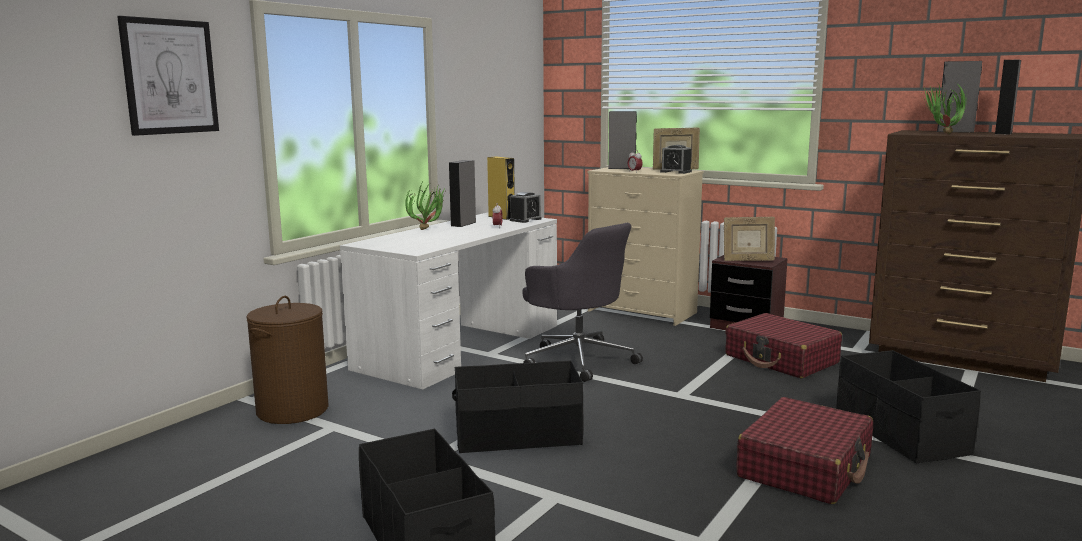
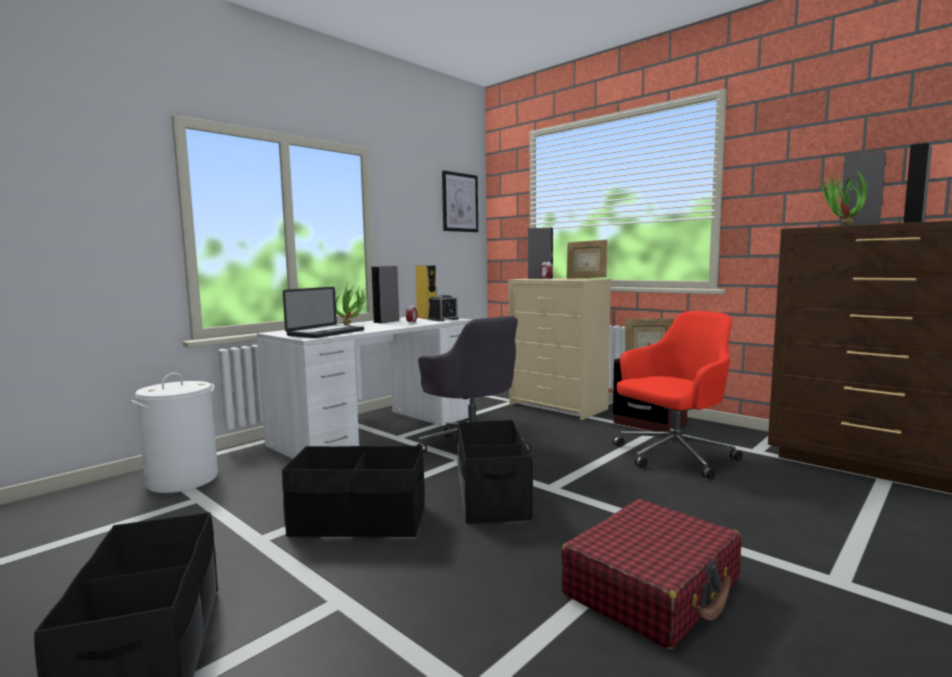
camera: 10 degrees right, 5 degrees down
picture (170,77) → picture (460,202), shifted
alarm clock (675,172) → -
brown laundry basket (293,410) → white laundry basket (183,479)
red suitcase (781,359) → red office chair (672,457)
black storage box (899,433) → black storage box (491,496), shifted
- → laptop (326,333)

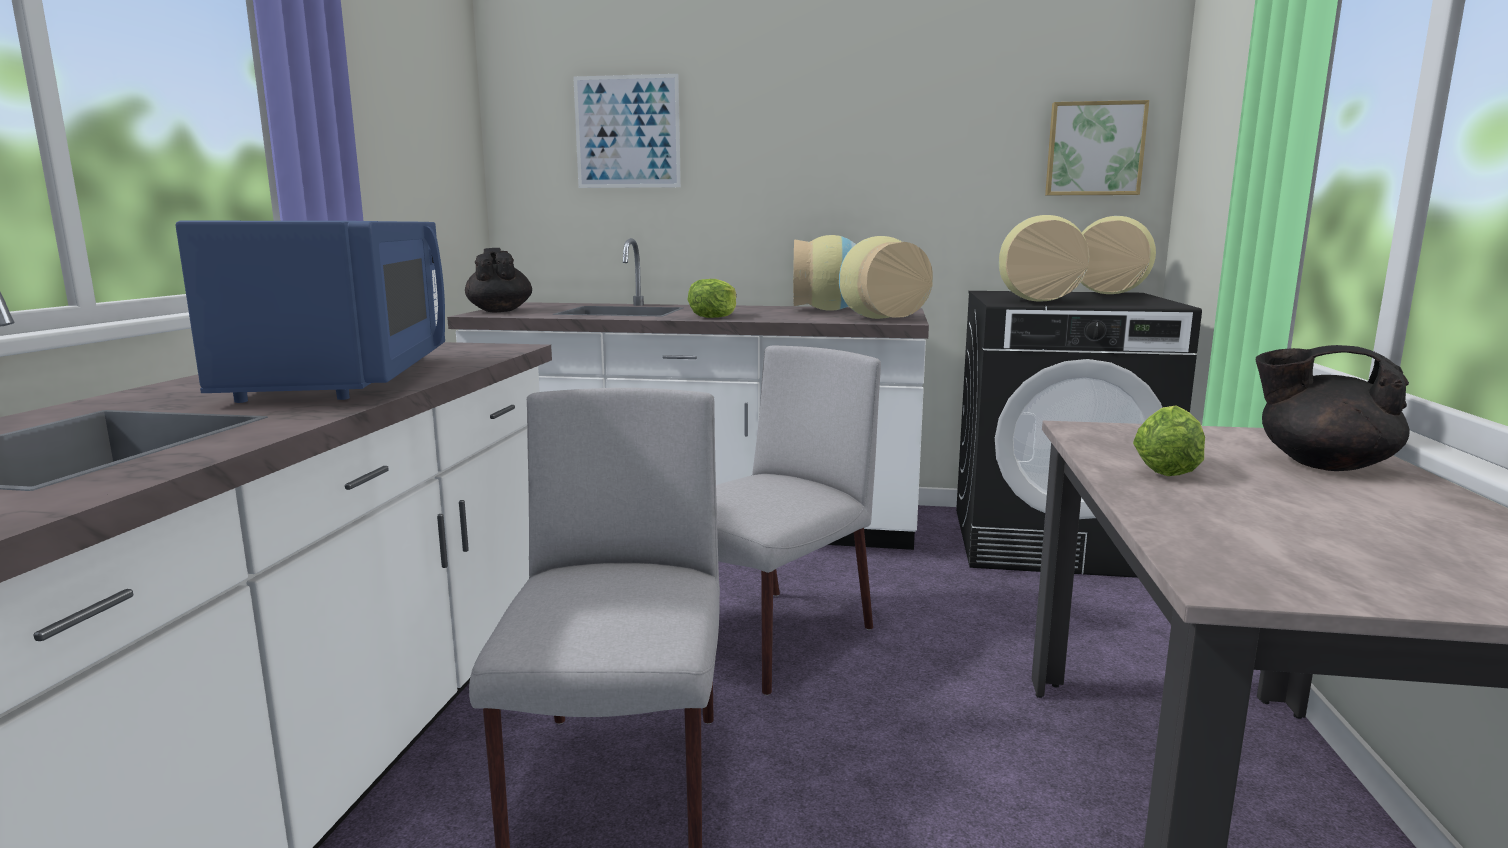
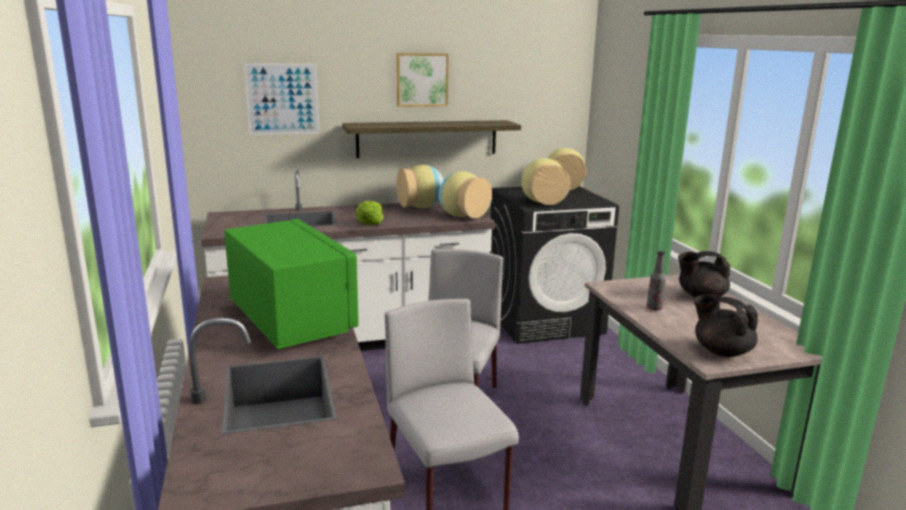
camera: 25 degrees left, 5 degrees up
picture (1094,149) → picture (422,79), shifted
blue microwave (344,379) → green microwave (291,319)
black teapot (500,311) → black teapot (721,351), shifted
lettuce (1166,469) → bottle (654,308)
- → shelf (427,138)

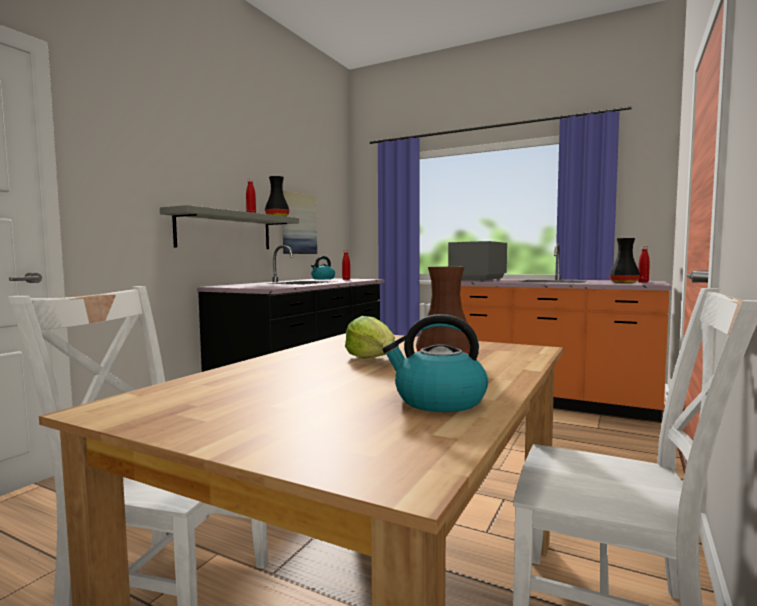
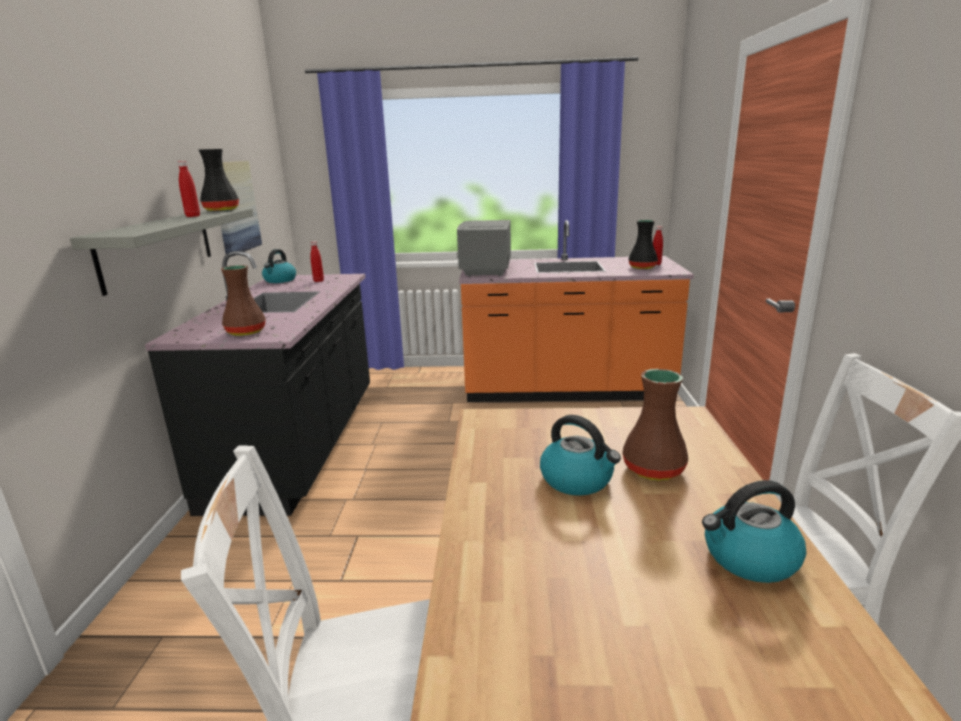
camera: 25 degrees left, 15 degrees up
lettuce (372,359) → kettle (577,480)
- → brown vase (246,332)

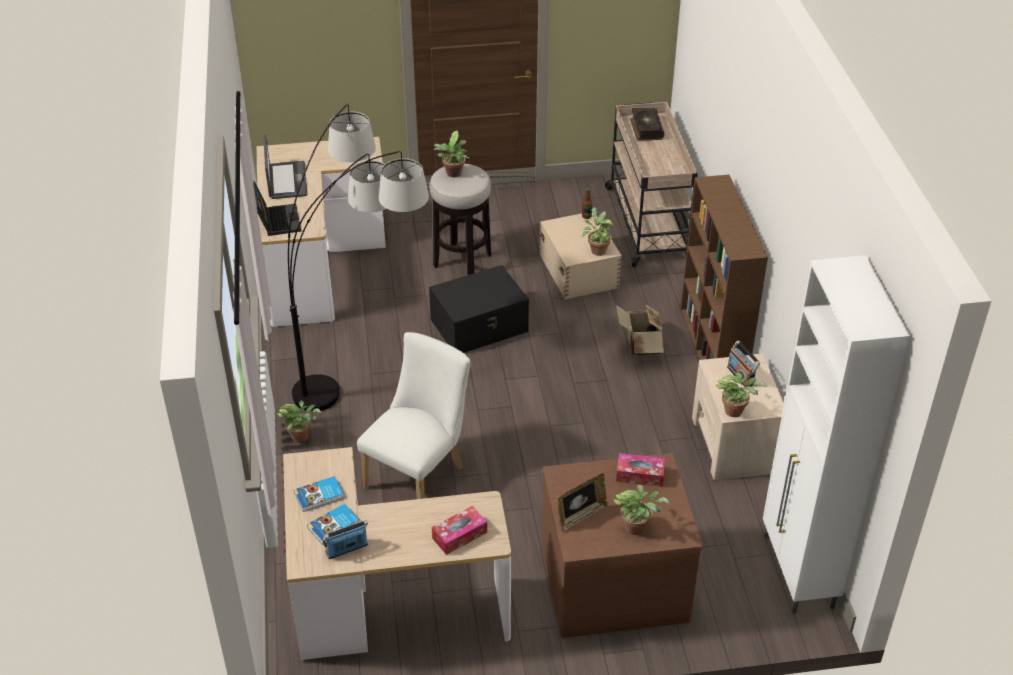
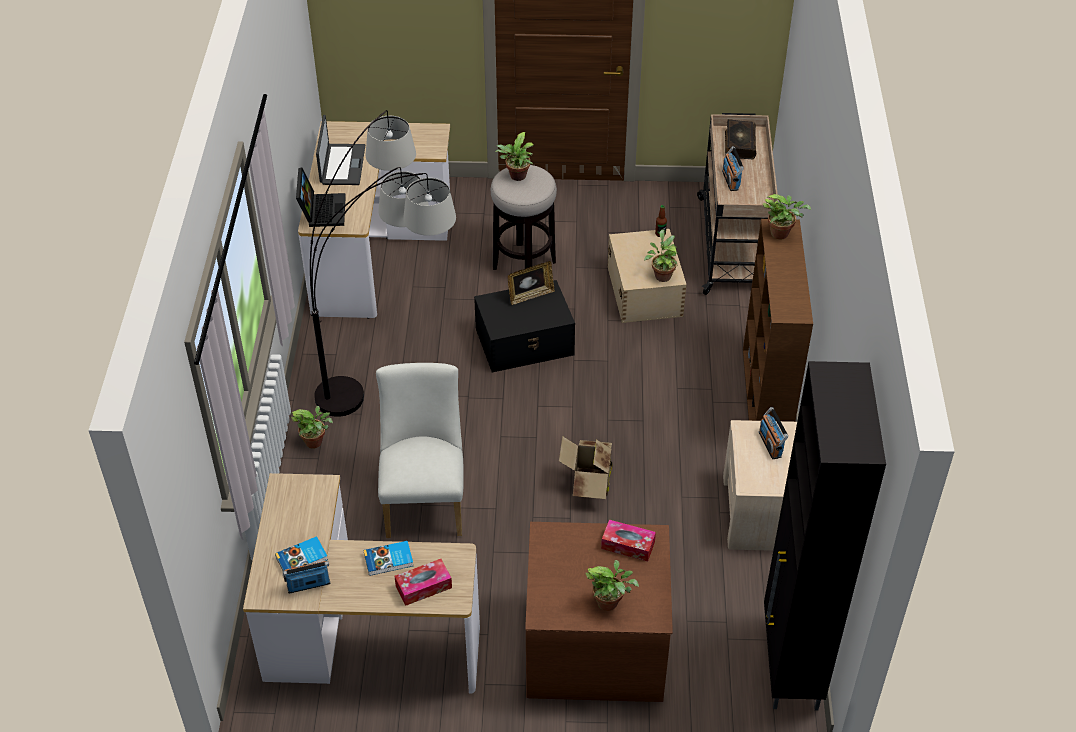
camera: 10 degrees right, 5 degrees up
white cabinet (798,573) → black cabinet (790,665)
cardboard box (640,347) → cardboard box (588,483), shifted
white chair (419,474) → white chair (425,499), 45 degrees counterclockwise
potted plant (736,411) → potted plant (782,234), shifted
picture frame (581,516) → picture frame (530,295), shifted
book (319,496) → book (389,560), shifted
- → radio (730,180)

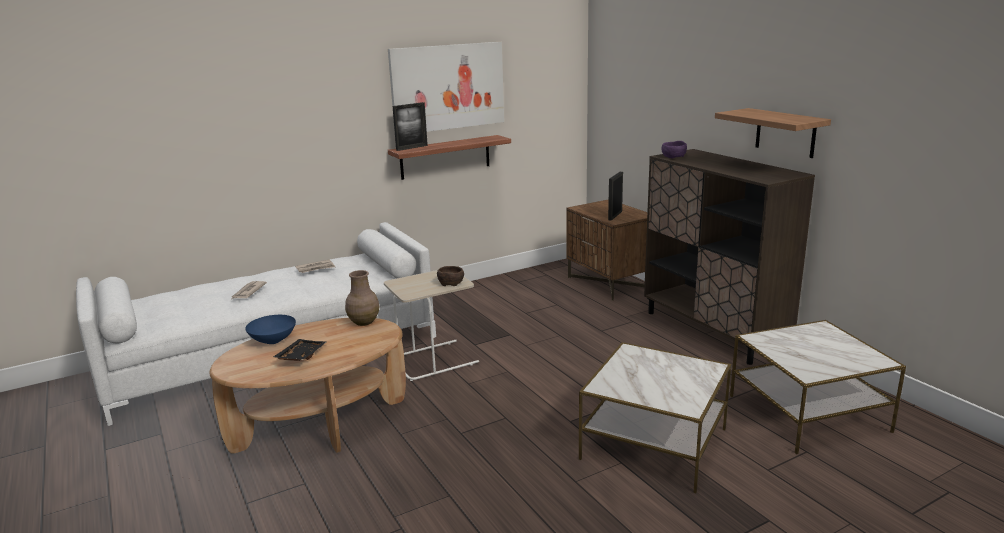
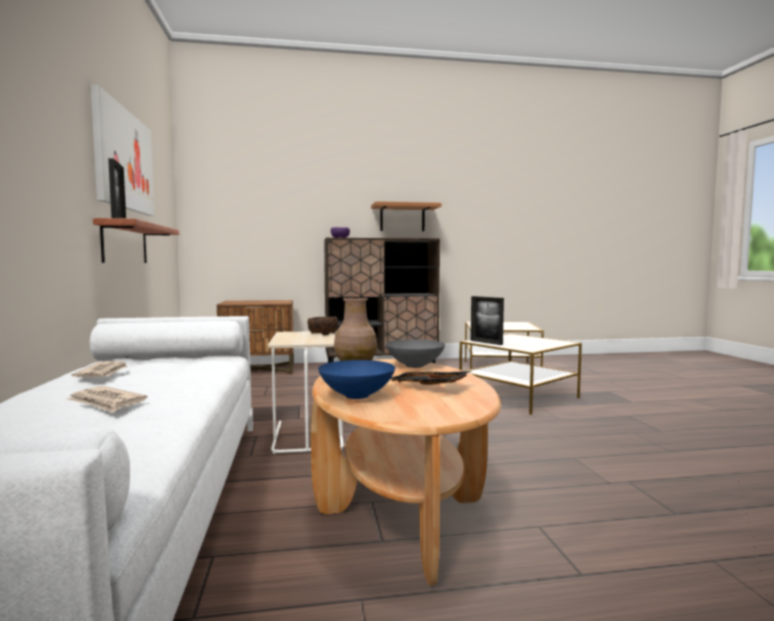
camera: 70 degrees left, 15 degrees down
picture frame (615,215) → picture frame (486,342), shifted
- → grey bowl (415,365)

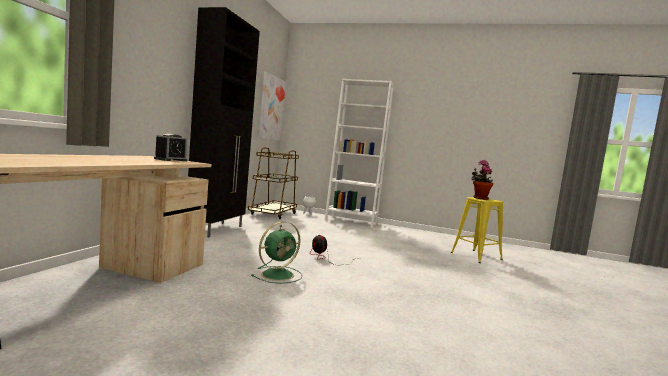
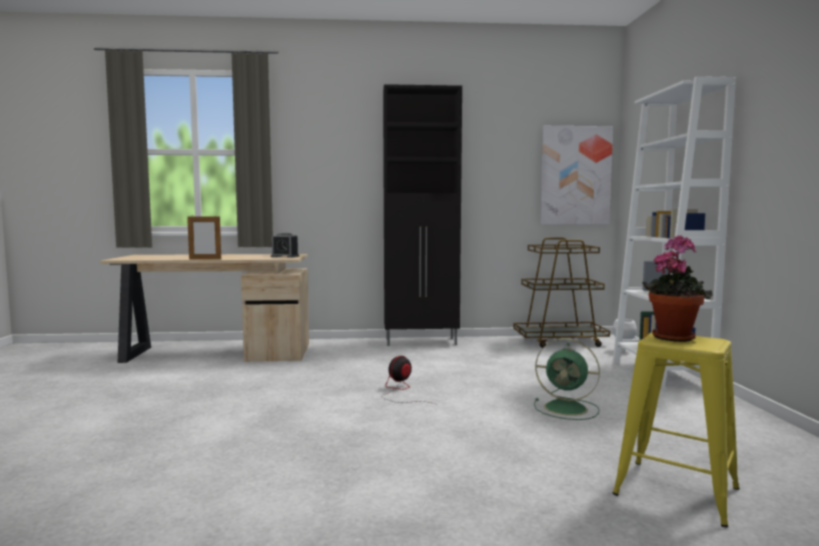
camera: 70 degrees right, 0 degrees up
green fan (279,274) → green fan (567,408), shifted
- → picture frame (205,259)

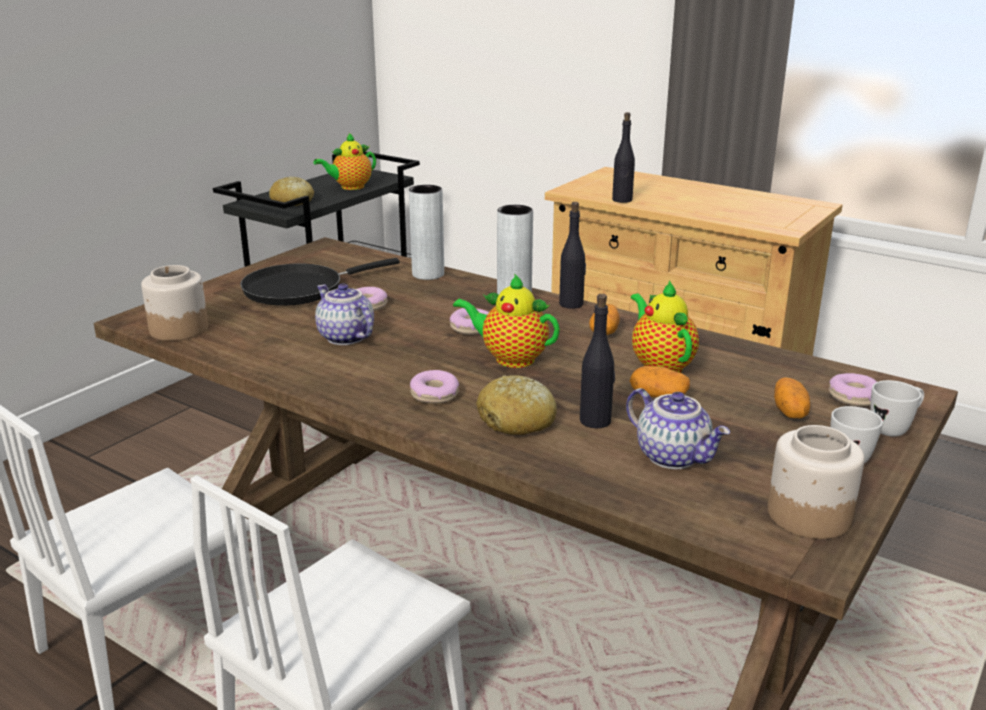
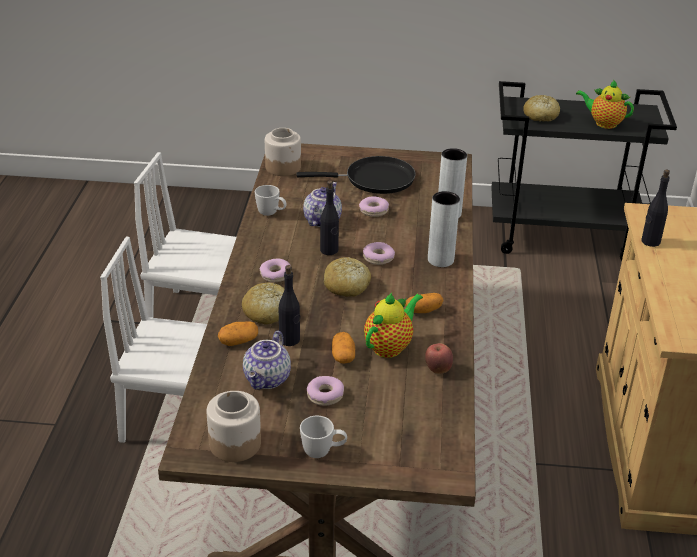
camera: 60 degrees right, 10 degrees up
black bottle (571,304) → black bottle (329,250), shifted
black frying pan (299,289) → black frying pan (374,179), 150 degrees clockwise
teapot (510,358) → bread (346,286)
donut (853,397) → donut (325,395), shifted
potato (790,411) → potato (238,341), shifted
white mug (894,429) → white mug (271,214), shifted
- → apple (437,369)

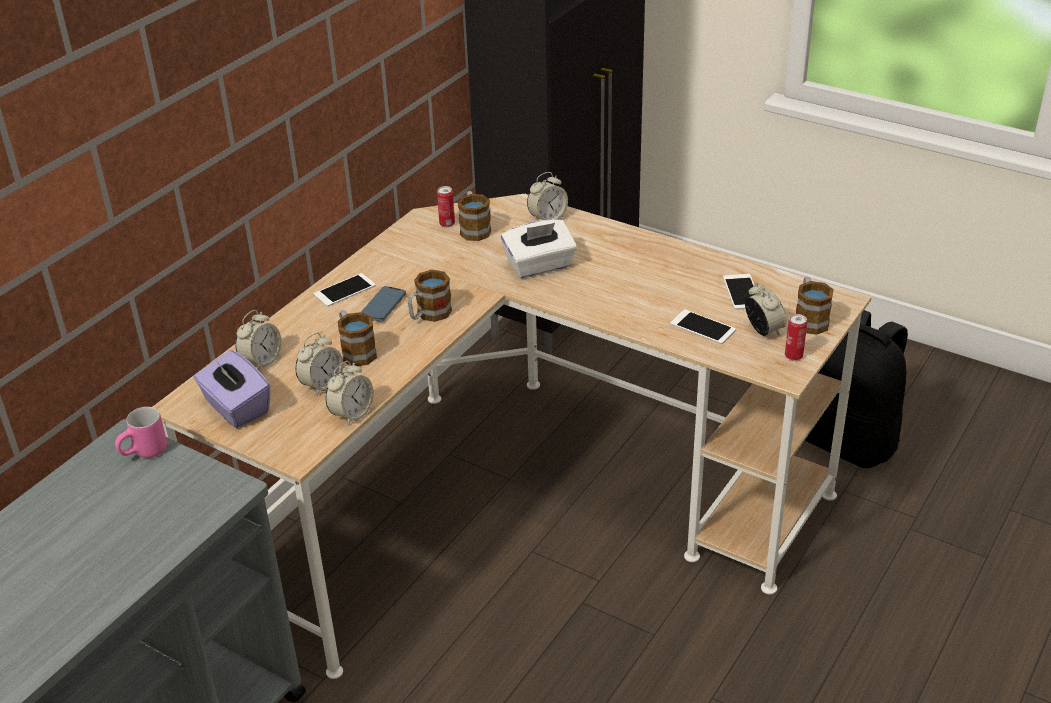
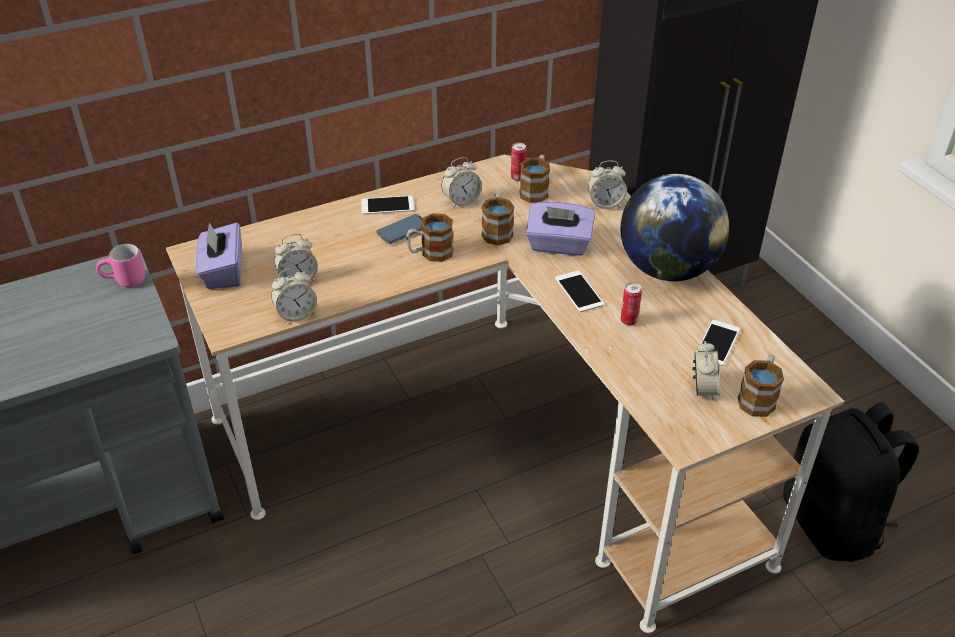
camera: 30 degrees right, 5 degrees up
white tissue box (539,266) → purple tissue box (559,245)
phone (702,327) → phone (579,291), shifted
alarm clock (261,361) → alarm clock (461,201), shifted
mug (356,351) → mug (497,231), shifted
can (793,356) → can (628,321), shifted
- → globe (667,269)

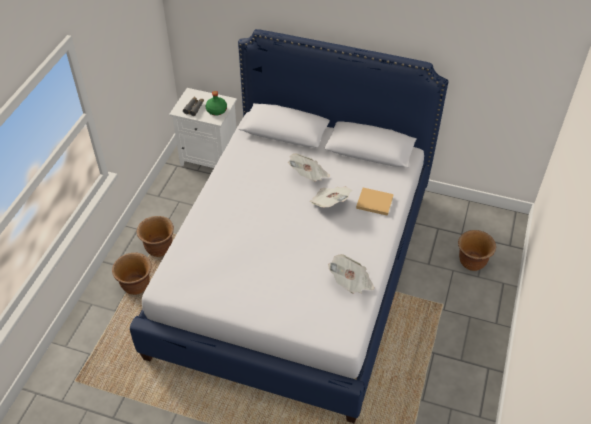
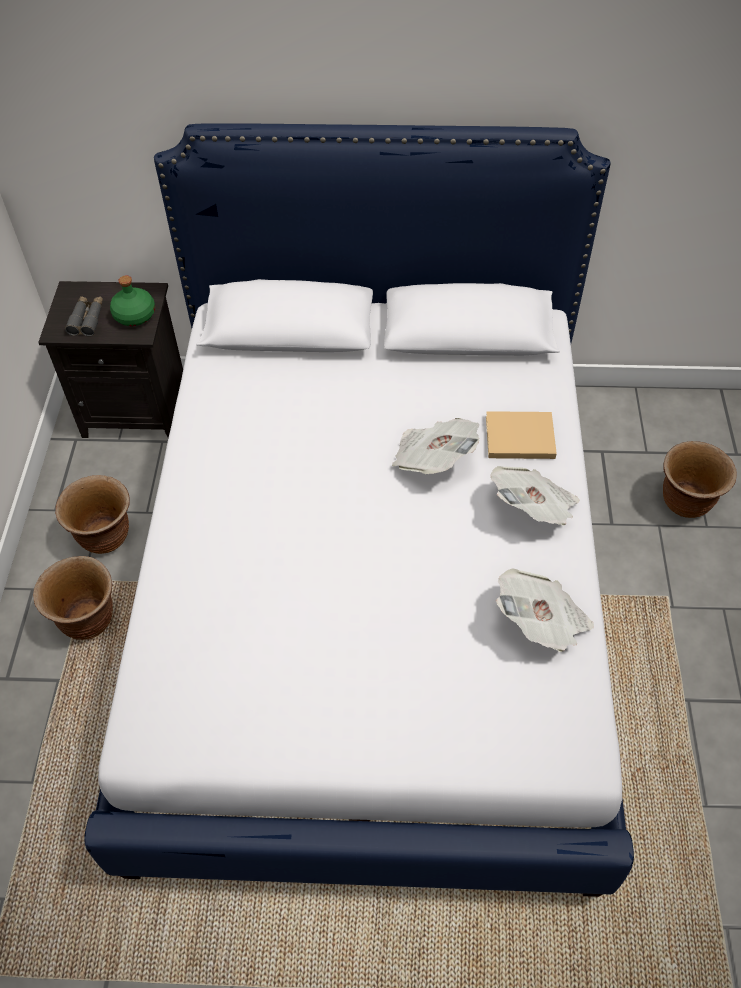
camera: 15 degrees left, 5 degrees up
white nightstand (210,157) → black nightstand (137,409)
newspaper (309,175) → newspaper (534,508), shifted
brown planter (136,286) → brown planter (105,537), shifted

